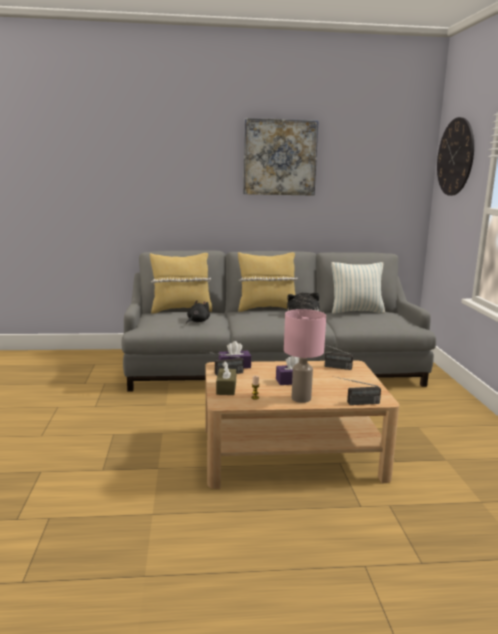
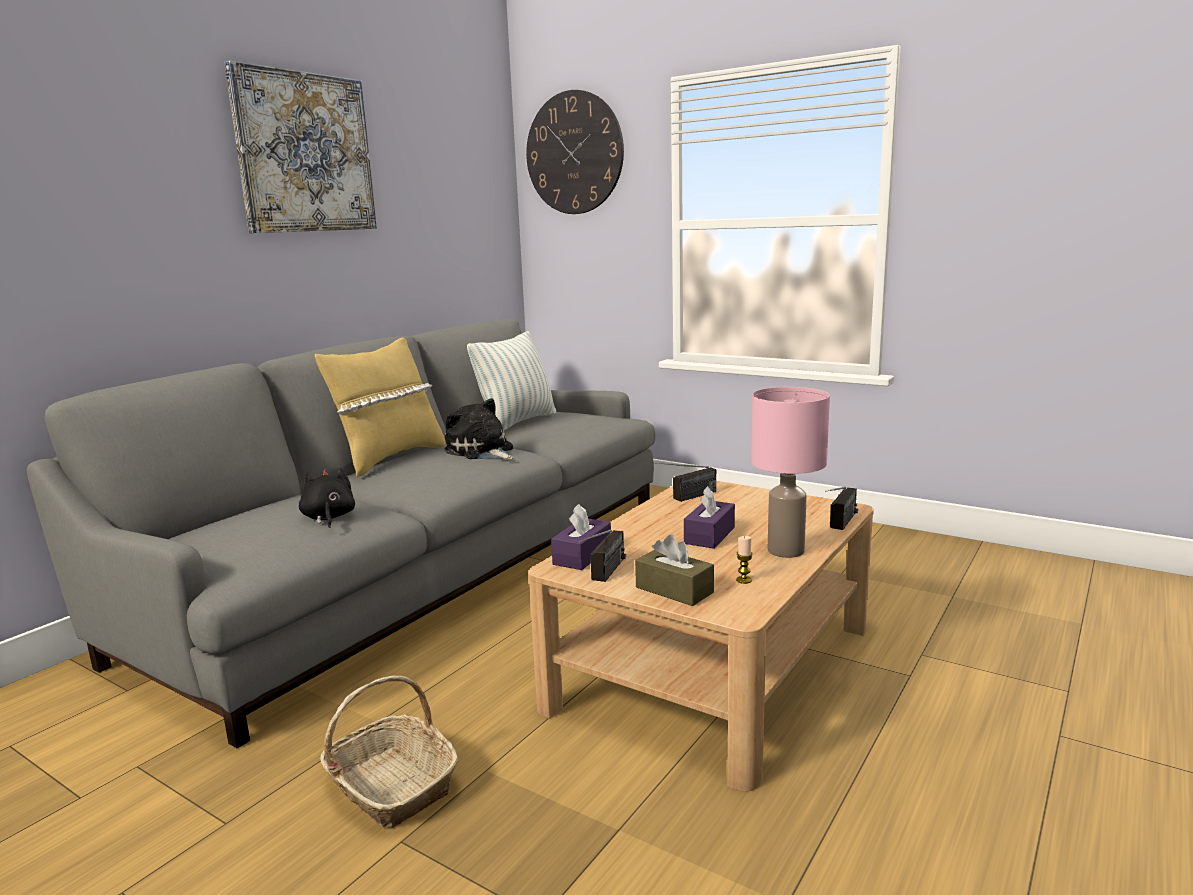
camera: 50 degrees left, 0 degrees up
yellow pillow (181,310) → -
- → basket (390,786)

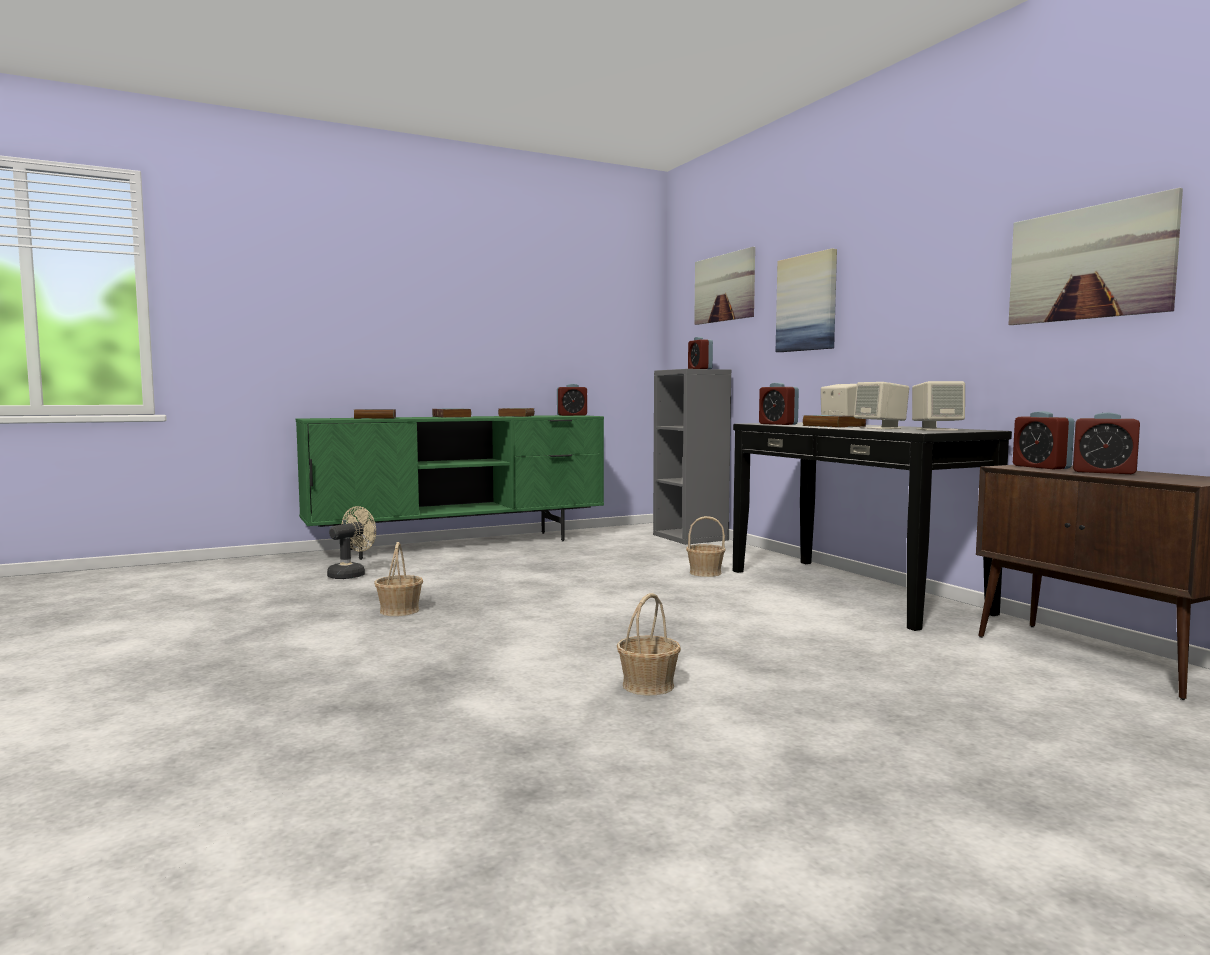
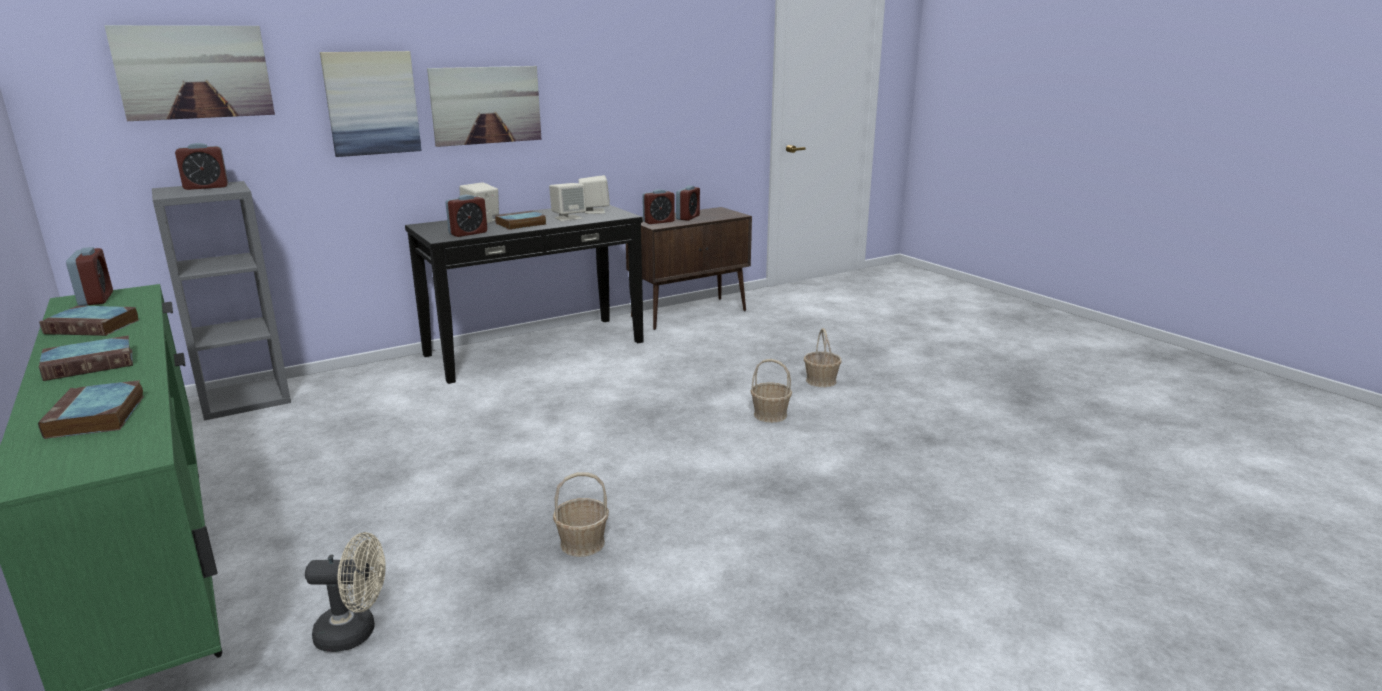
camera: 95 degrees left, 15 degrees up
picture (1088,263) → picture (486,105), shifted
beige fan (351,574) → beige fan (355,633), 150 degrees clockwise
basket (705,573) → basket (821,381), shifted

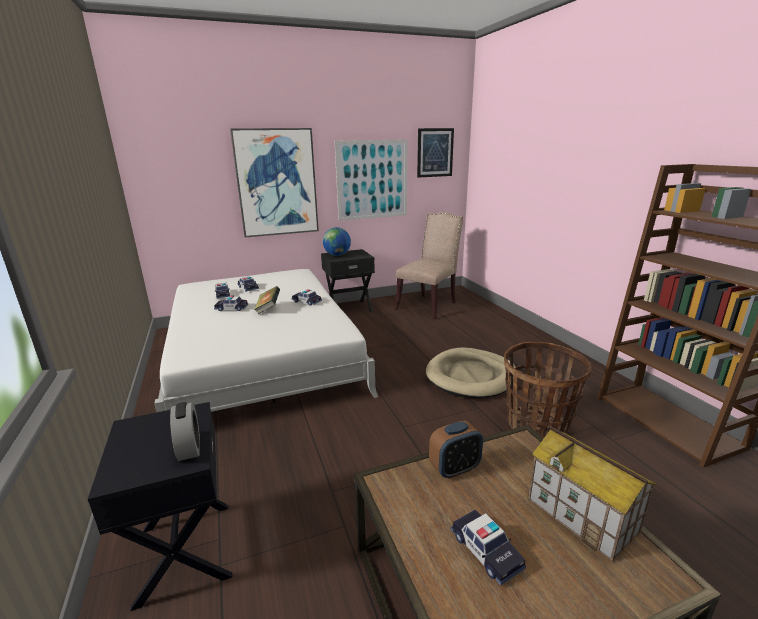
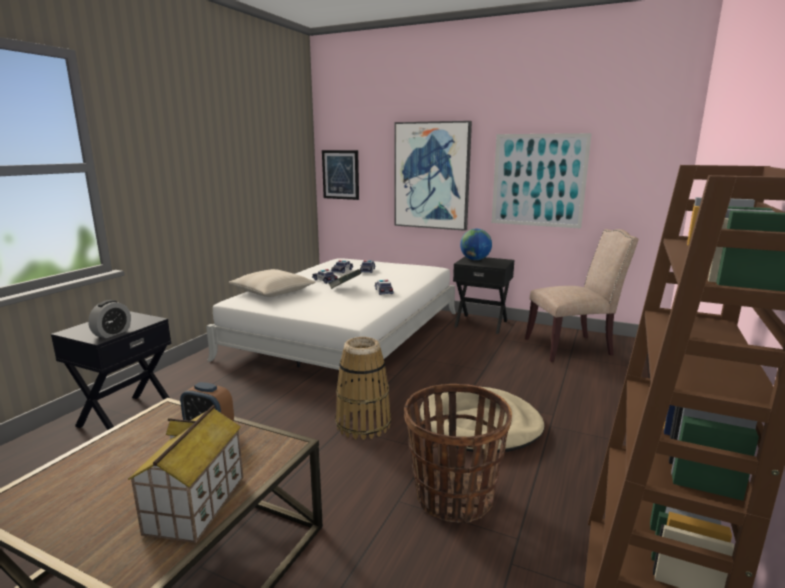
camera: 45 degrees right, 5 degrees down
picture (434,152) → picture (341,174), shifted
toy car (486,551) → -
- → beige pillow (272,291)
- → basket (363,424)

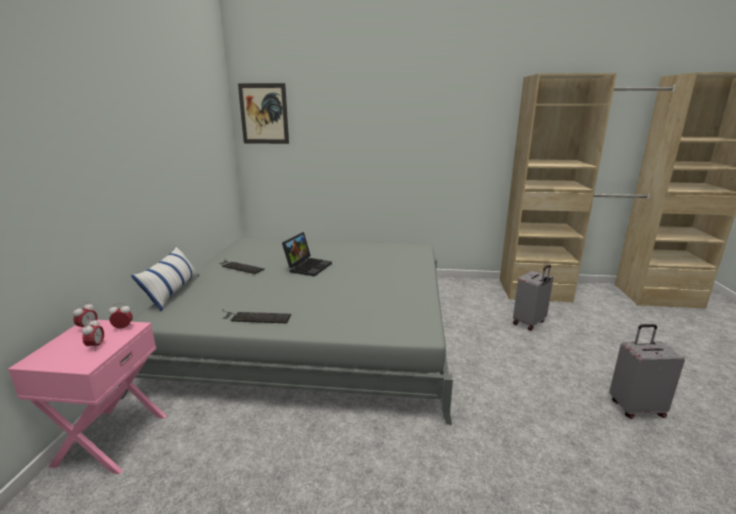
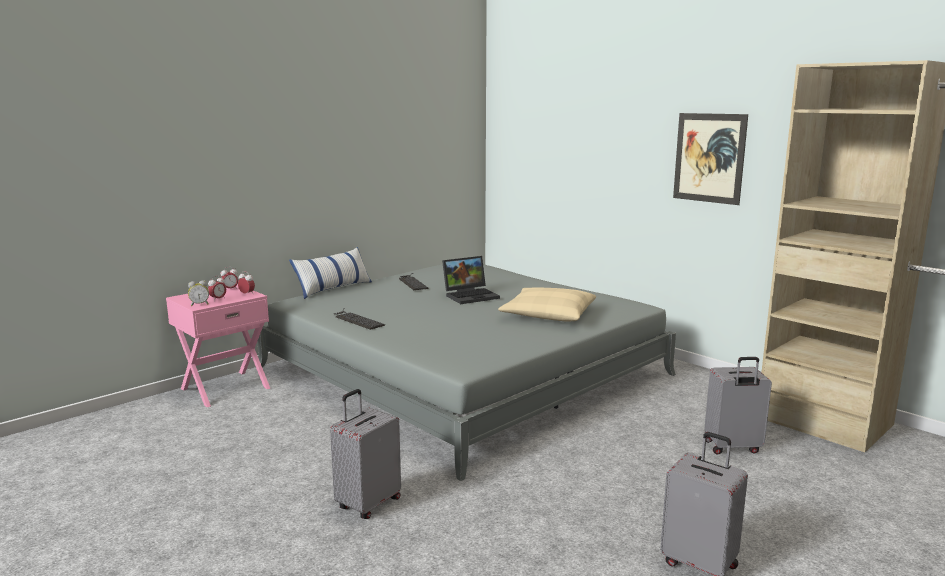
camera: 40 degrees right, 5 degrees down
picture (264,114) → picture (709,158), shifted
- → alarm clock (199,304)
- → beige pillow (548,315)
- → grey suitcase (368,503)

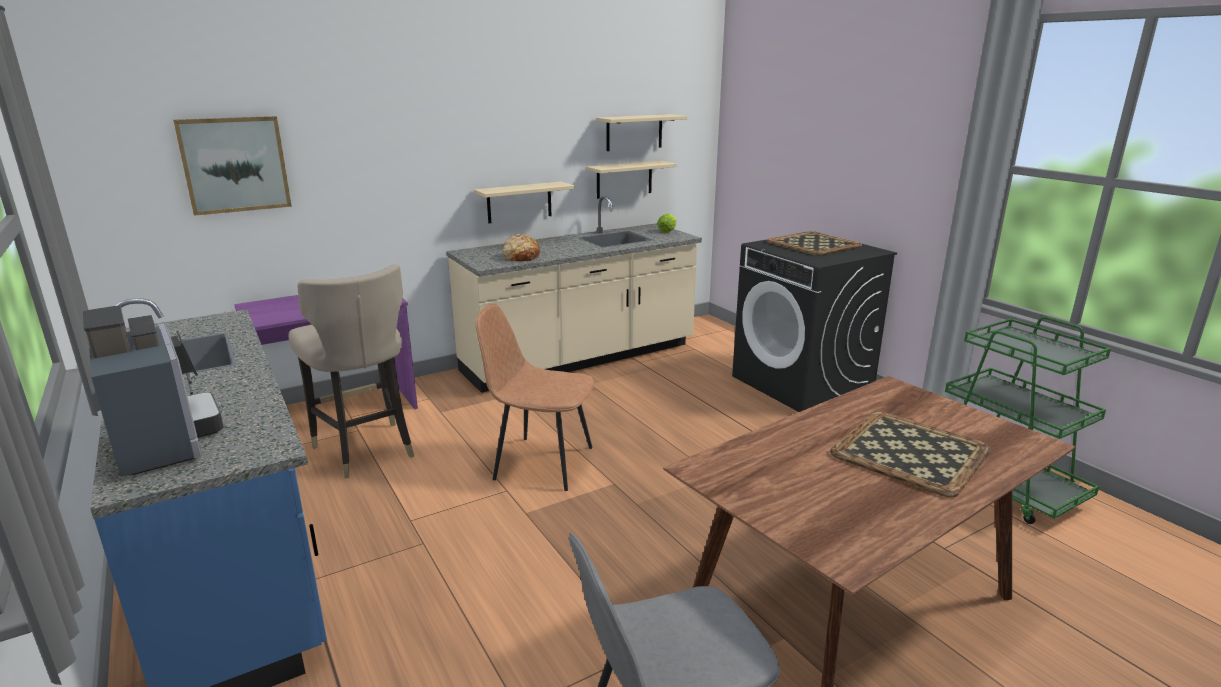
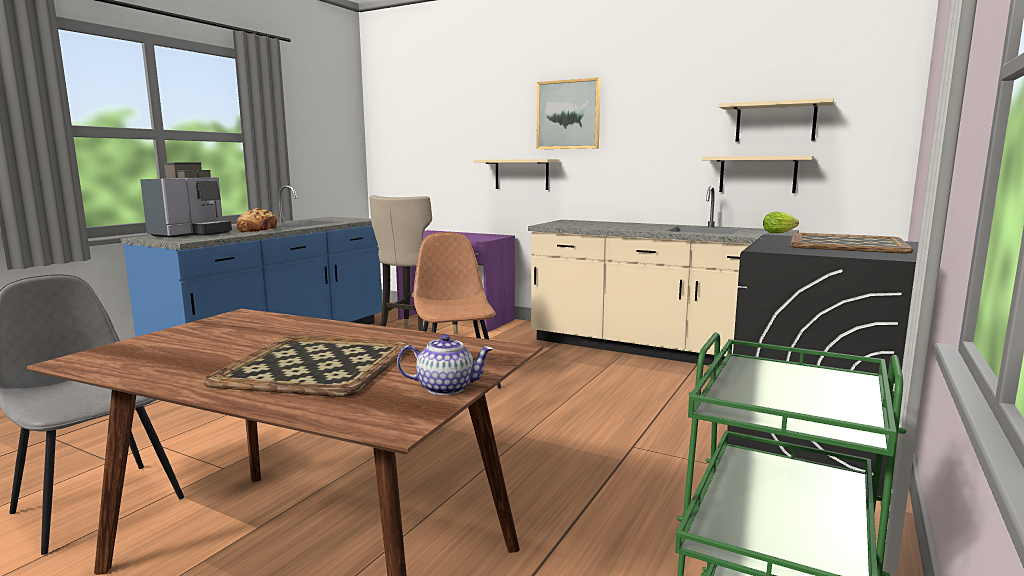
camera: 60 degrees right, 10 degrees down
picture (235,164) → picture (568,115), shifted
beige shelf (519,202) → beige shelf (521,174), shifted
bread (521,256) → bread (258,230), shifted
- → teapot (446,388)

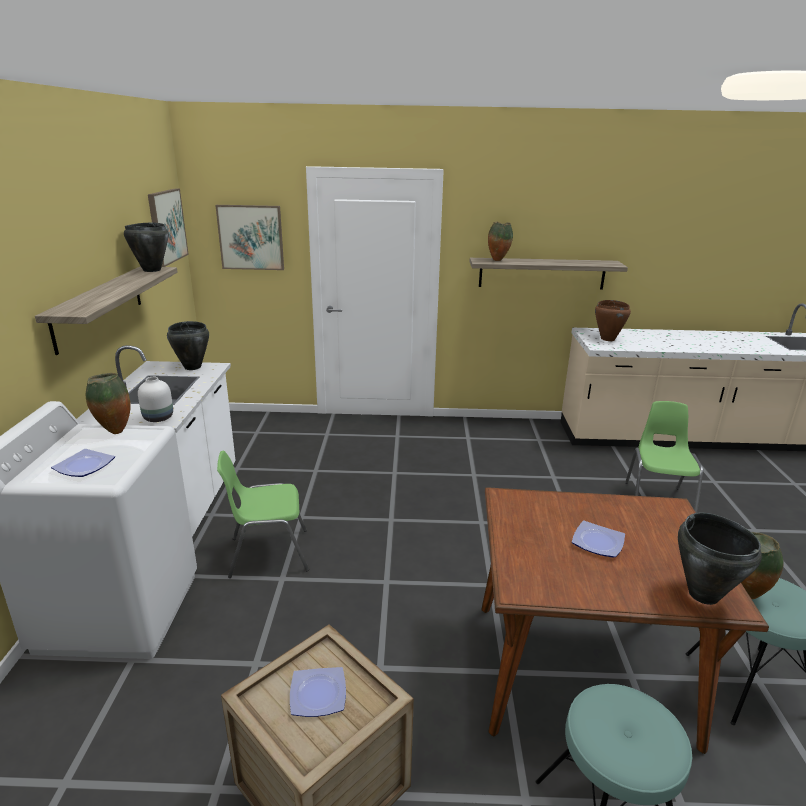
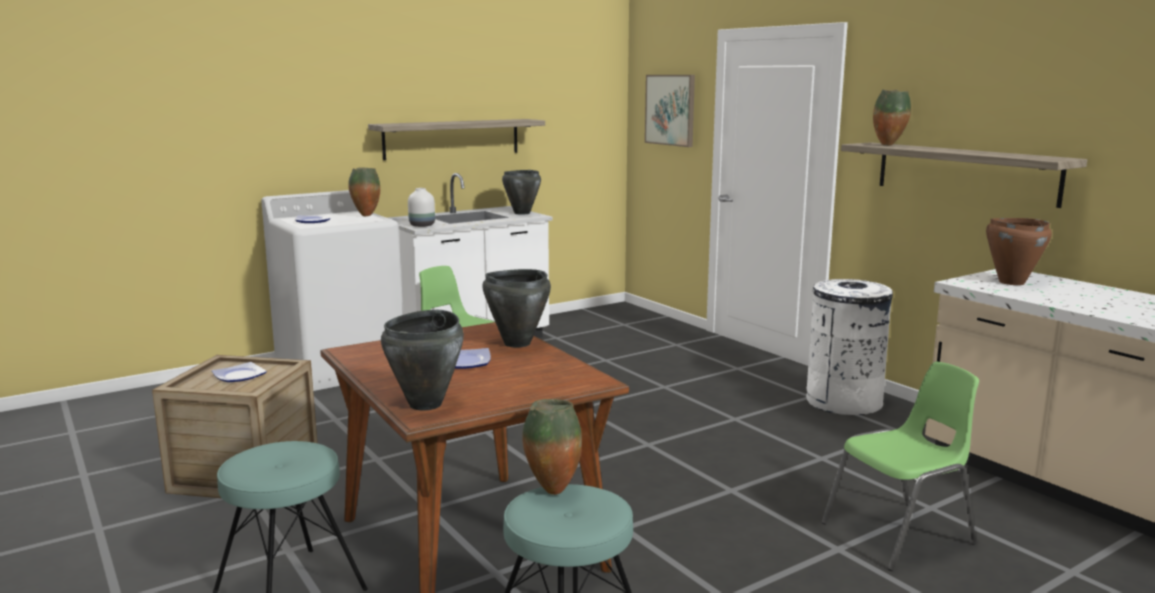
camera: 55 degrees right, 10 degrees down
picture (167,226) → -
black cooking pot (151,270) → black cooking pot (516,343), shifted
- → white trash can (843,402)

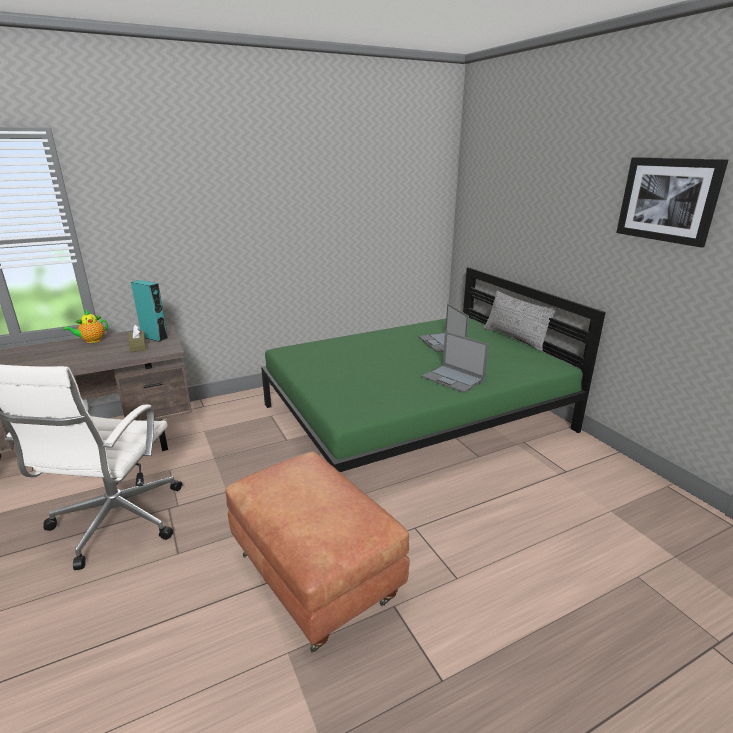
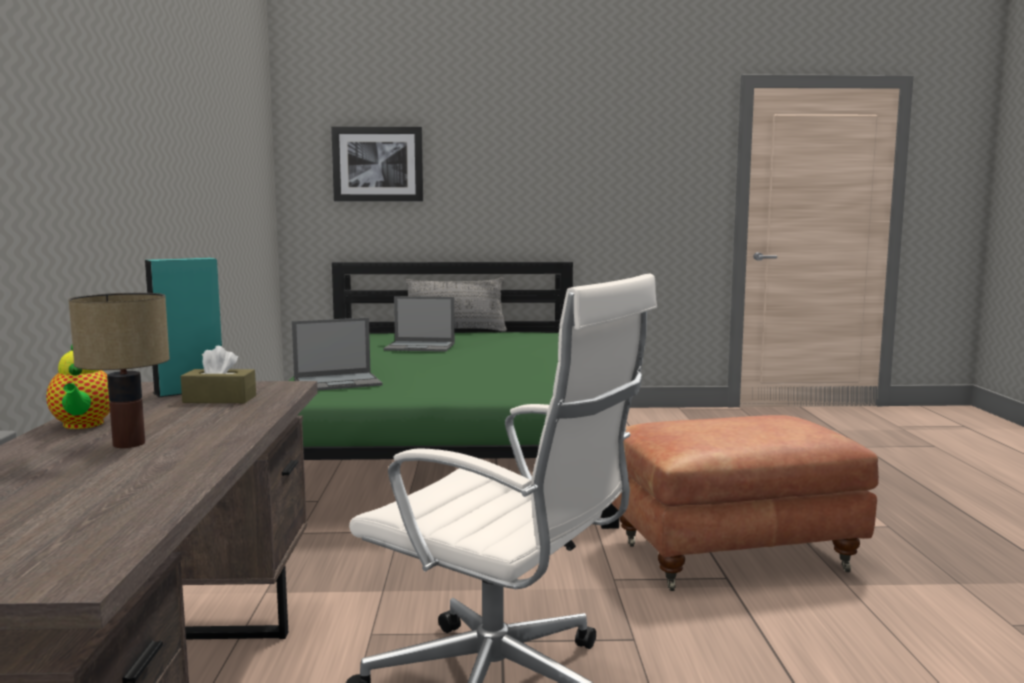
camera: 65 degrees left, 15 degrees down
picture (668,200) → picture (378,164), shifted
laptop (453,379) → laptop (338,382), shifted
- → table lamp (128,443)

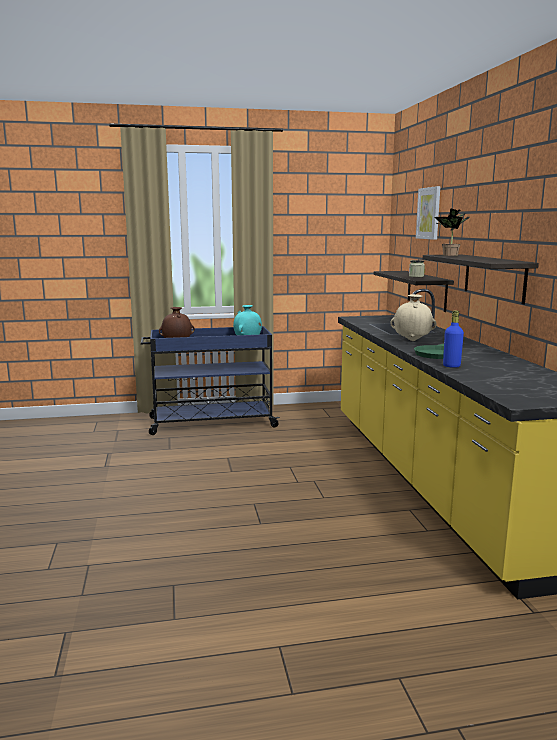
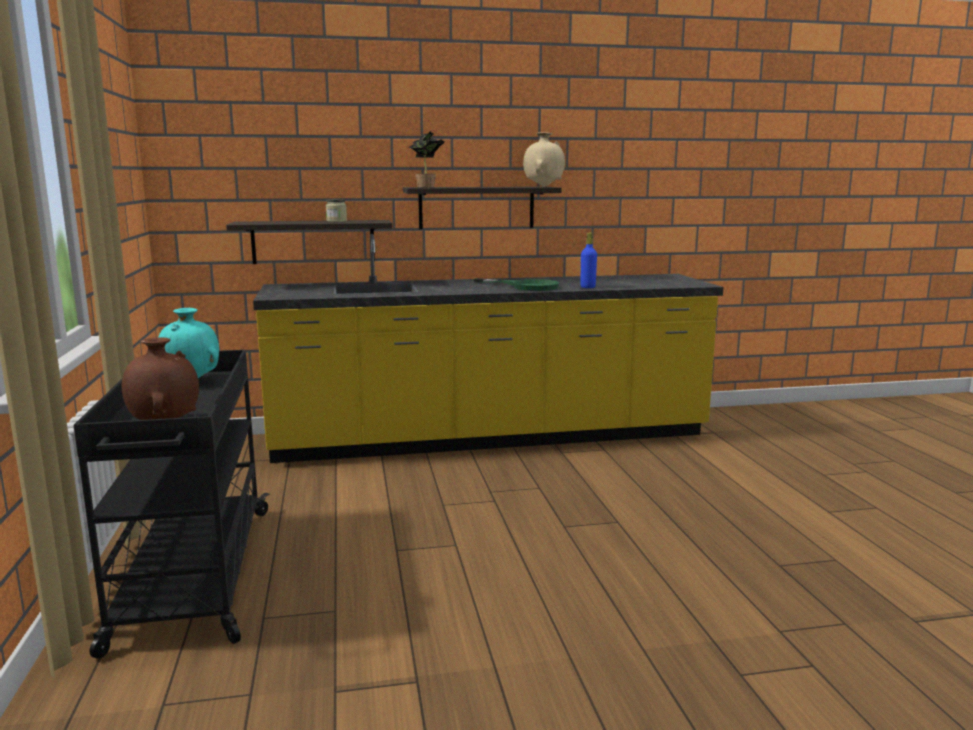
camera: 90 degrees left, 0 degrees up
picture (429,213) → -
beige vase (412,341) → beige vase (543,186), shifted
blue cart (211,422) → black cart (194,575)

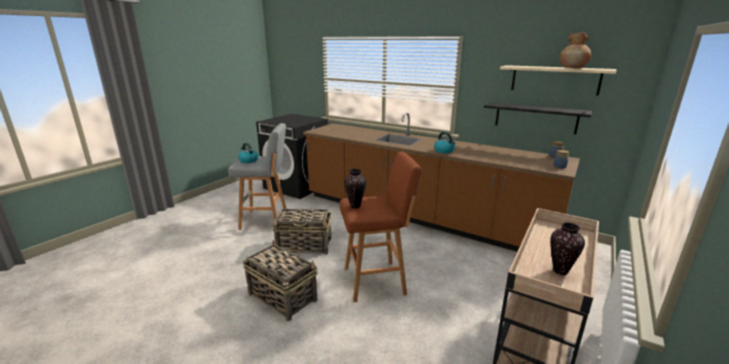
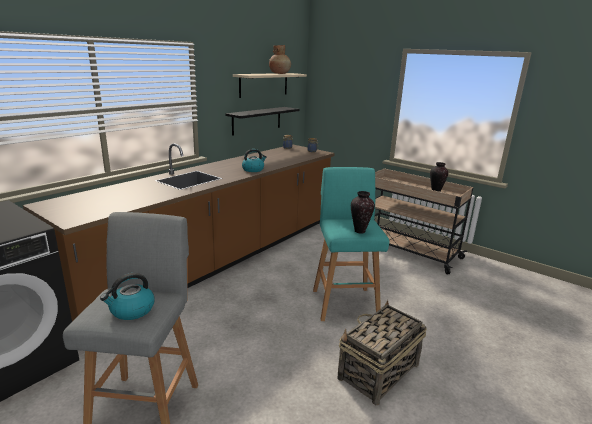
camera: 85 degrees left, 0 degrees up
brown stool (377,280) → turquoise stool (344,302)
basket (305,246) → -

